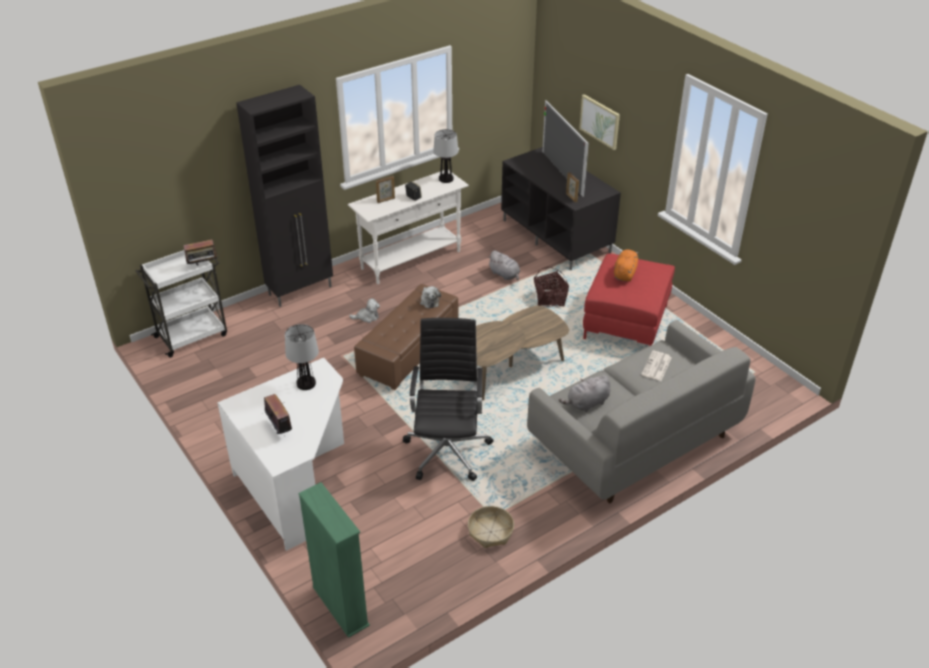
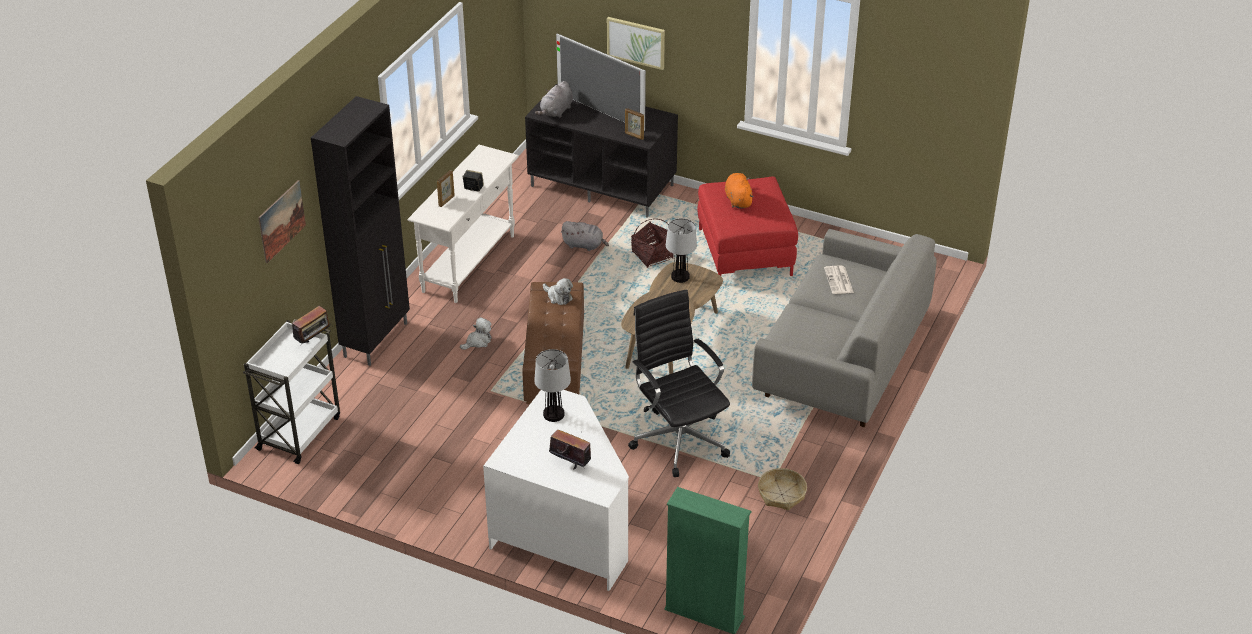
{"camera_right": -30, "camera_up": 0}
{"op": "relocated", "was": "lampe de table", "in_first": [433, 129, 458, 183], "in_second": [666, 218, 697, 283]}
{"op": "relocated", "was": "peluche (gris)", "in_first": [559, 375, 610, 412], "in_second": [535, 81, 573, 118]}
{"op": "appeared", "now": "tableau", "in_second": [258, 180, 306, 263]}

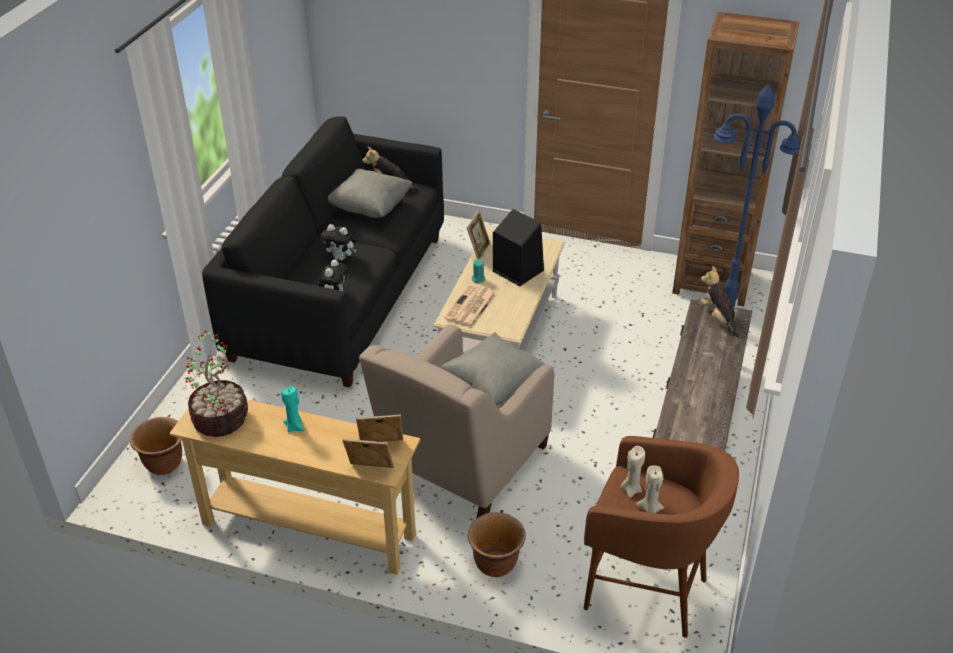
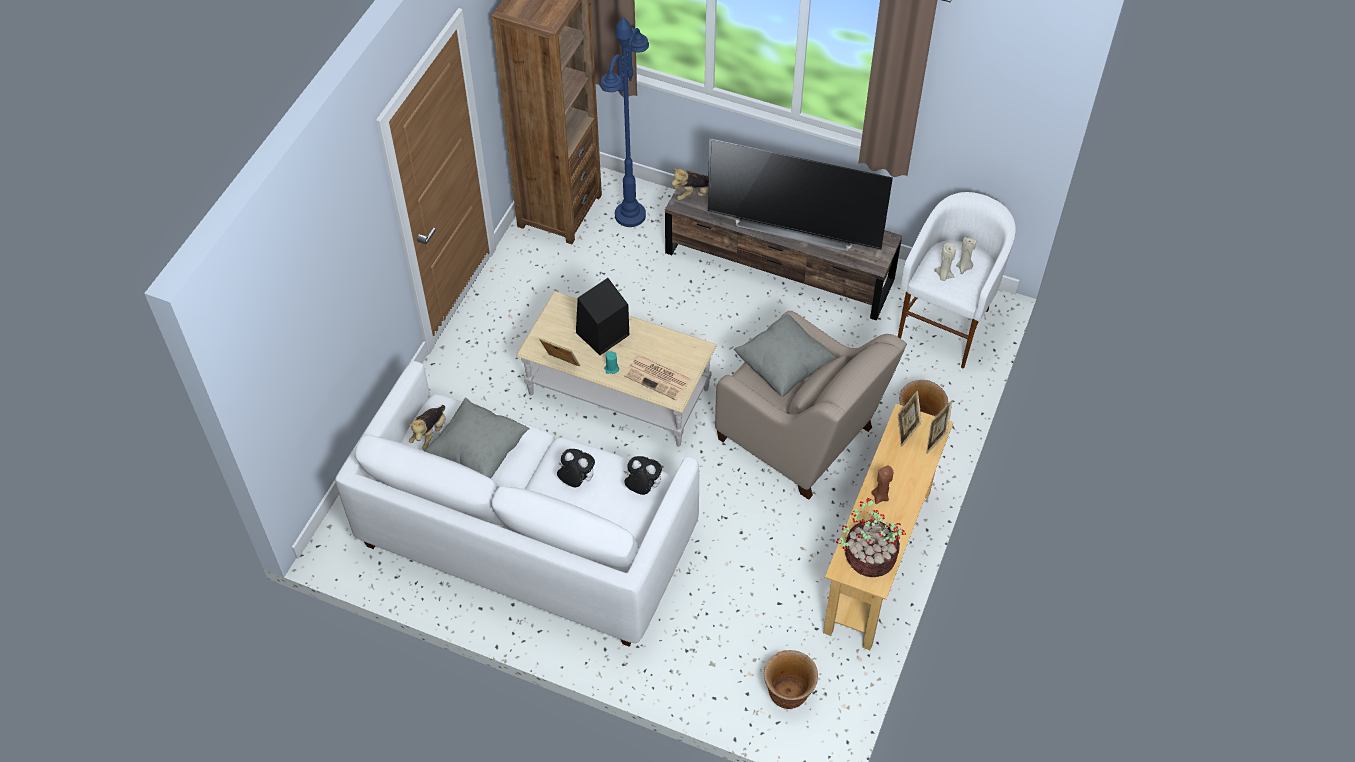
{"camera_right": -85, "camera_up": 15}
{"op": "colour", "was": "canapé (noir)", "now": "canapé (blanc)", "in_first": [202, 116, 444, 388], "in_second": [335, 361, 699, 647]}
{"op": "spun", "was": "peluche", "in_first": [321, 224, 356, 261], "in_second": [557, 449, 595, 487], "clockwise": -90}
{"op": "colour", "was": "bougie (turquoise)", "now": "bougie (marron)", "in_first": [281, 385, 304, 432], "in_second": [871, 465, 893, 504]}
{"op": "colour", "was": "tabouret (marron)", "now": "tabouret (blanc)", "in_first": [584, 436, 739, 638], "in_second": [898, 192, 1016, 368]}
{"op": "appeared", "now": "téléviseur", "in_second": [708, 139, 893, 251]}

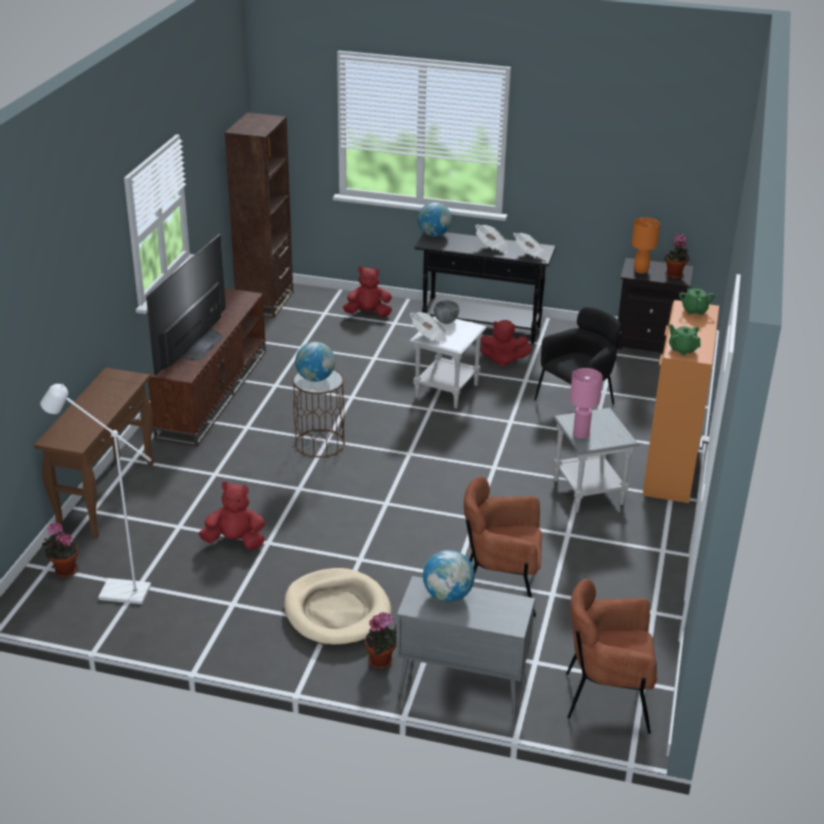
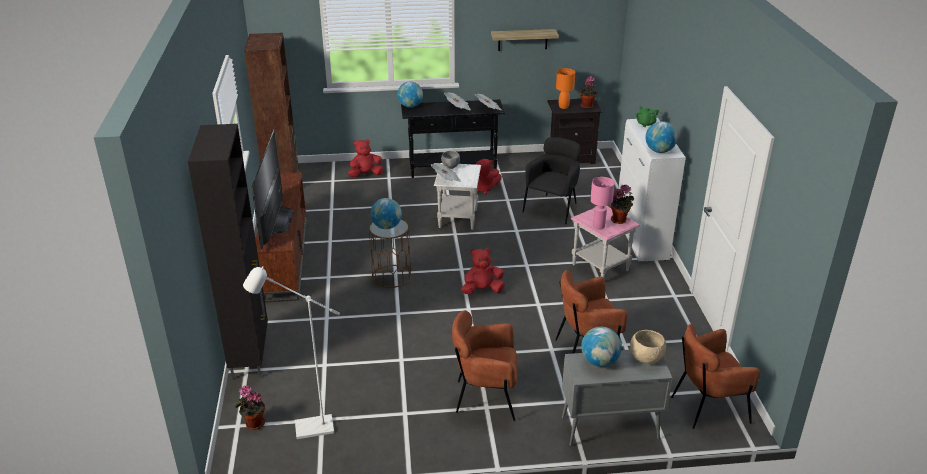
{"camera_right": -20, "camera_up": 0}
{"op": "colour", "was": "meuble de rangement (orange)", "now": "meuble de rangement (blanc)", "in_first": [643, 300, 719, 503], "in_second": [618, 118, 686, 262]}
{"op": "exchanged", "was": "théière (vert)", "now": "globe", "in_first": [669, 324, 701, 356], "in_second": [645, 121, 678, 153]}
{"op": "exchanged", "was": "table console (marron)", "now": "meuble de rangement (noir)", "in_first": [34, 368, 154, 539], "in_second": [188, 124, 268, 379]}
{"op": "colour", "was": "table d'appoint (gris)", "now": "table d'appoint (rose)", "in_first": [553, 408, 639, 513], "in_second": [570, 206, 640, 277]}
{"op": "relocated", "was": "peluche (rouge)", "in_first": [199, 481, 265, 550], "in_second": [461, 248, 505, 295]}
{"op": "exchanged", "was": "panier pour chien (beige)", "now": "fauteuil (marron)", "in_first": [284, 568, 391, 646], "in_second": [452, 311, 517, 421]}
{"op": "relocated", "was": "plante en pot", "in_first": [365, 612, 397, 669], "in_second": [611, 185, 635, 224]}
{"op": "appeared", "now": "étagère", "in_second": [491, 29, 559, 51]}
{"op": "appeared", "now": "bol (beige)", "in_second": [630, 330, 666, 364]}

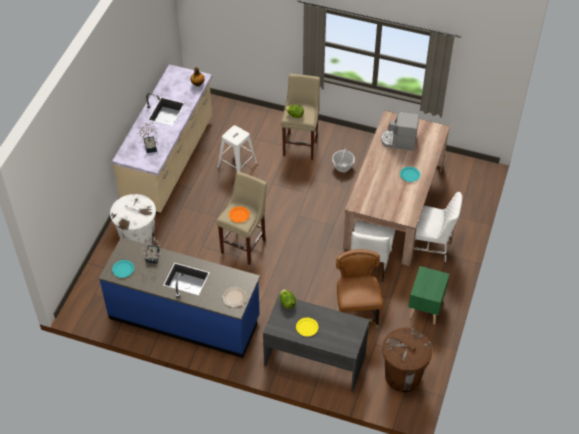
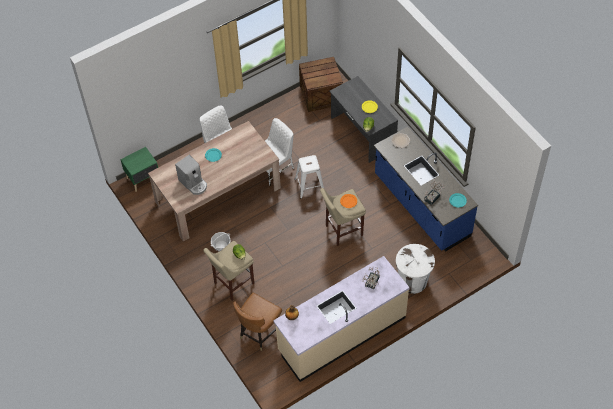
{"camera_right": -140, "camera_up": 5}
{"op": "relocated", "was": "tabouret (blanc)", "in_first": [217, 125, 258, 172], "in_second": [295, 155, 324, 199]}
{"op": "relocated", "was": "chaise (marron)", "in_first": [336, 249, 383, 328], "in_second": [233, 293, 282, 351]}
{"op": "relocated", "was": "table de chevet (vert)", "in_first": [408, 266, 449, 325], "in_second": [121, 147, 158, 192]}
{"op": "exchanged", "was": "poubelle (marron)", "now": "caisse", "in_first": [382, 328, 433, 392], "in_second": [299, 57, 343, 112]}

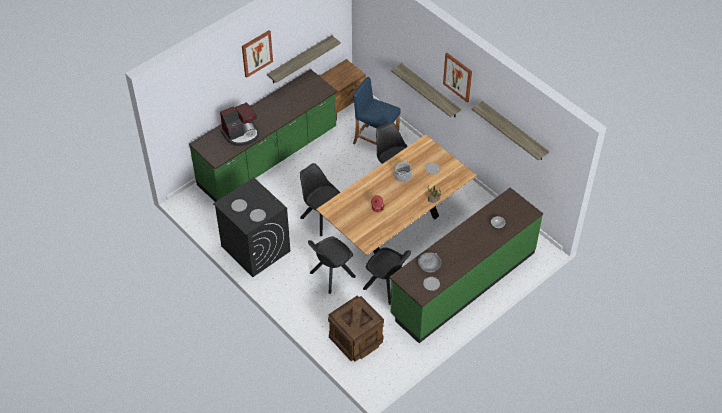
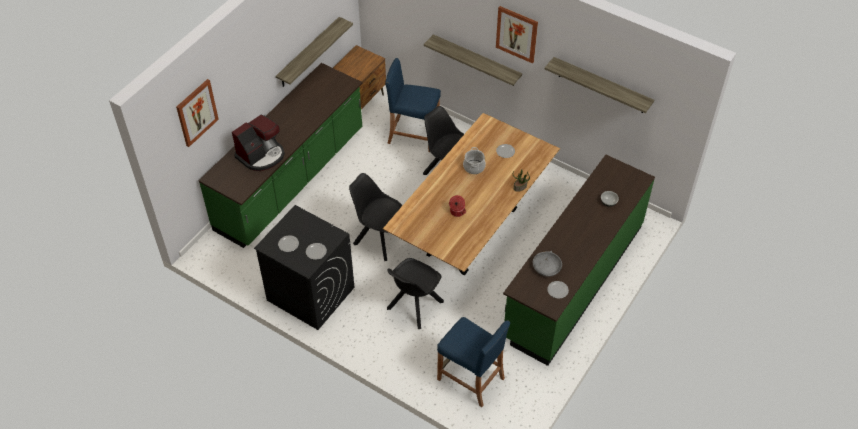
{"camera_right": -15, "camera_up": 0}
{"op": "relocated", "was": "tableau", "in_first": [242, 30, 273, 78], "in_second": [176, 79, 219, 147]}
{"op": "missing", "was": "chaise (noir)", "in_first": [363, 247, 411, 305]}
{"op": "exchanged", "was": "caisse", "now": "tabouret (bleu)", "in_first": [328, 296, 384, 362], "in_second": [437, 317, 510, 407]}

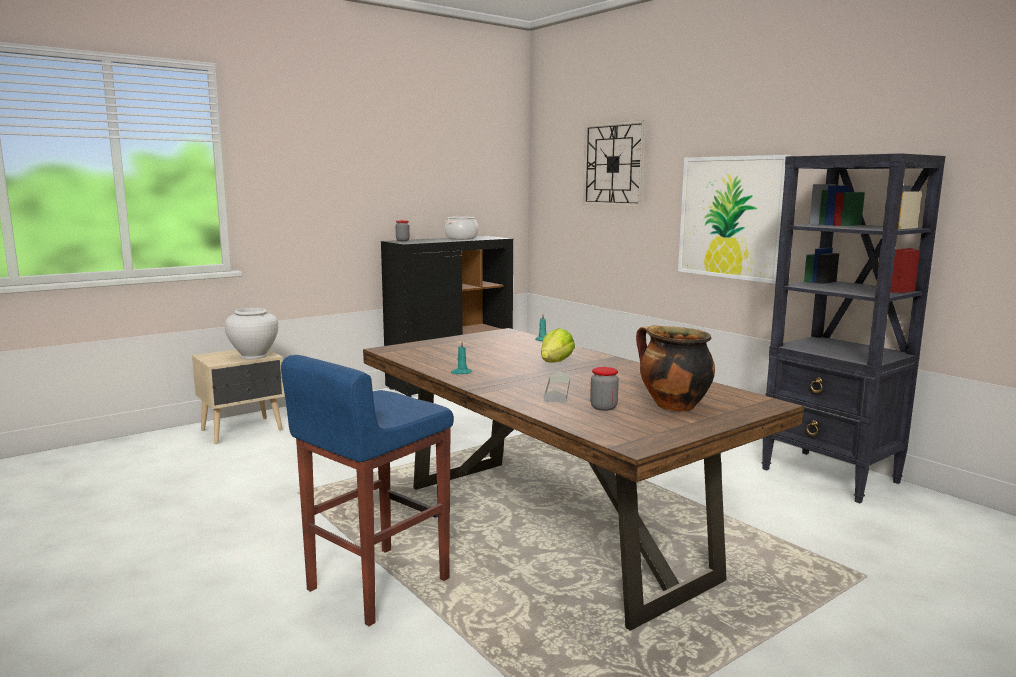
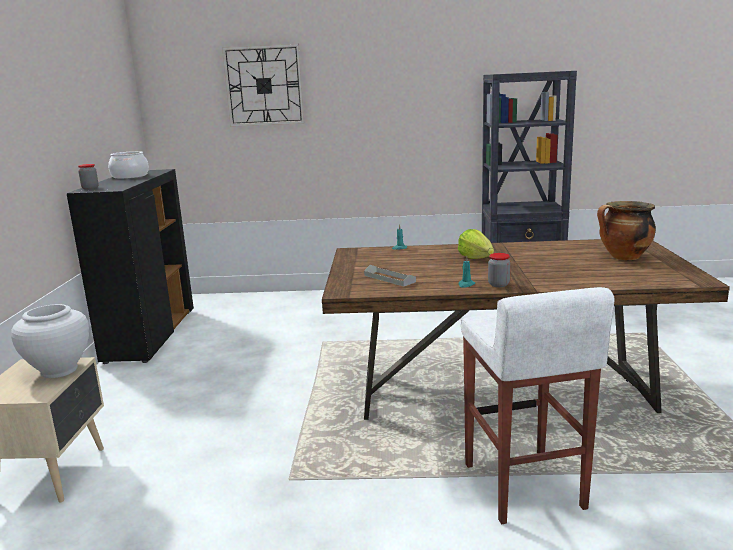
{"camera_right": -50, "camera_up": 5}
{"op": "missing", "was": "tableau", "in_first": [678, 155, 792, 284]}
{"op": "colour", "was": "tabouret (bleu)", "now": "tabouret (blanc)", "in_first": [281, 355, 454, 626], "in_second": [461, 287, 615, 524]}
{"op": "relocated", "was": "bocal", "in_first": [590, 367, 619, 411], "in_second": [488, 253, 510, 287]}
{"op": "relocated", "was": "plateau (gris)", "in_first": [543, 371, 570, 402], "in_second": [364, 265, 416, 287]}

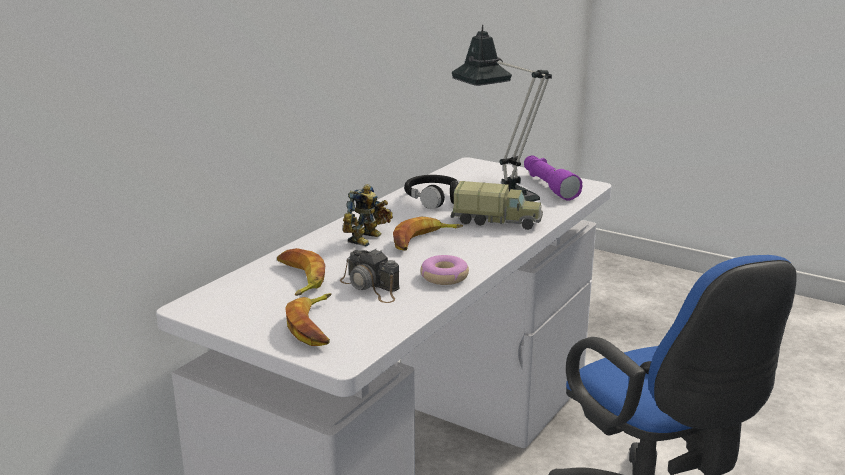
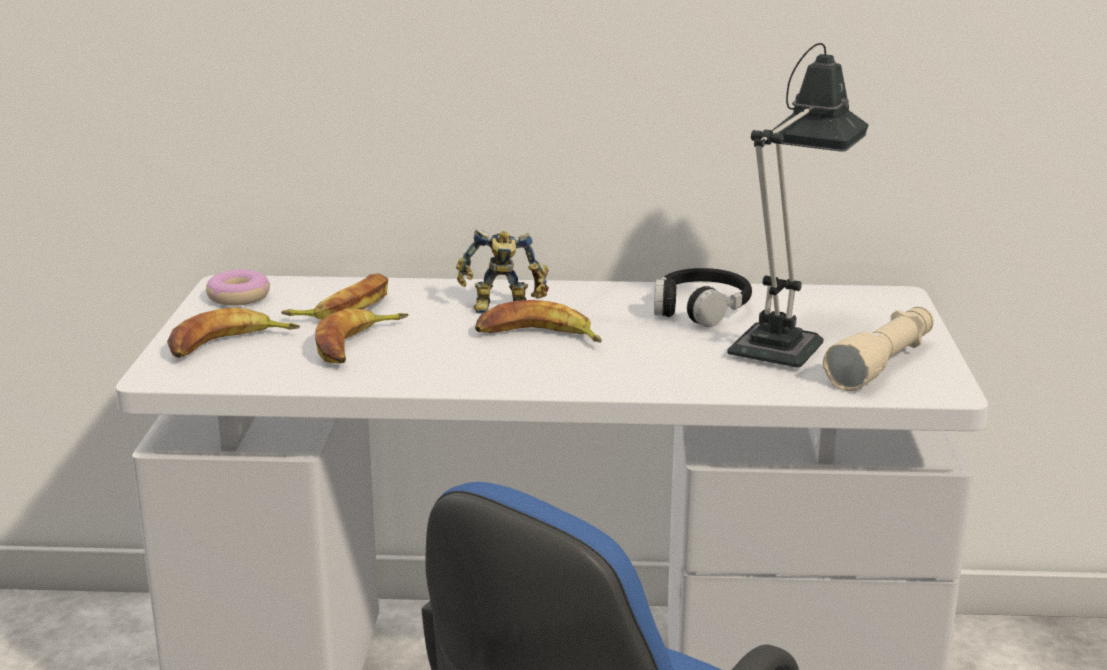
{"camera_right": 60, "camera_up": 0}
{"op": "colour", "was": "lampe de poche (violet)", "now": "lampe de poche (beige)", "in_first": [524, 155, 582, 201], "in_second": [823, 307, 934, 391]}
{"op": "missing", "was": "camion jouet", "in_first": [451, 181, 543, 230]}
{"op": "exchanged", "was": "appareil photo", "now": "banane", "in_first": [340, 249, 400, 303], "in_second": [315, 308, 408, 364]}
{"op": "relocated", "was": "beignet", "in_first": [420, 255, 469, 285], "in_second": [206, 270, 270, 306]}

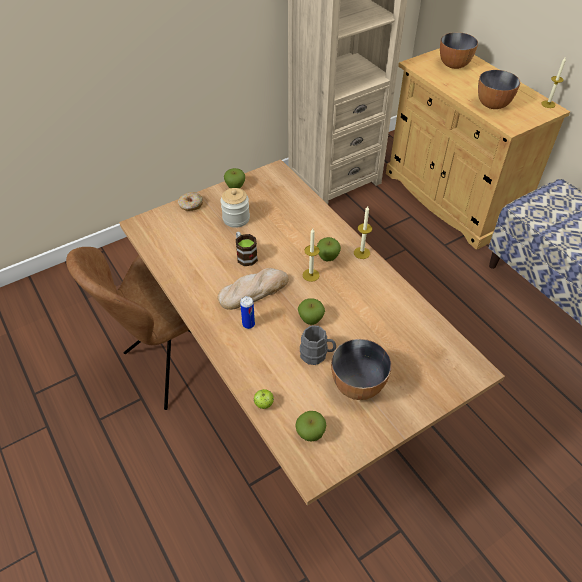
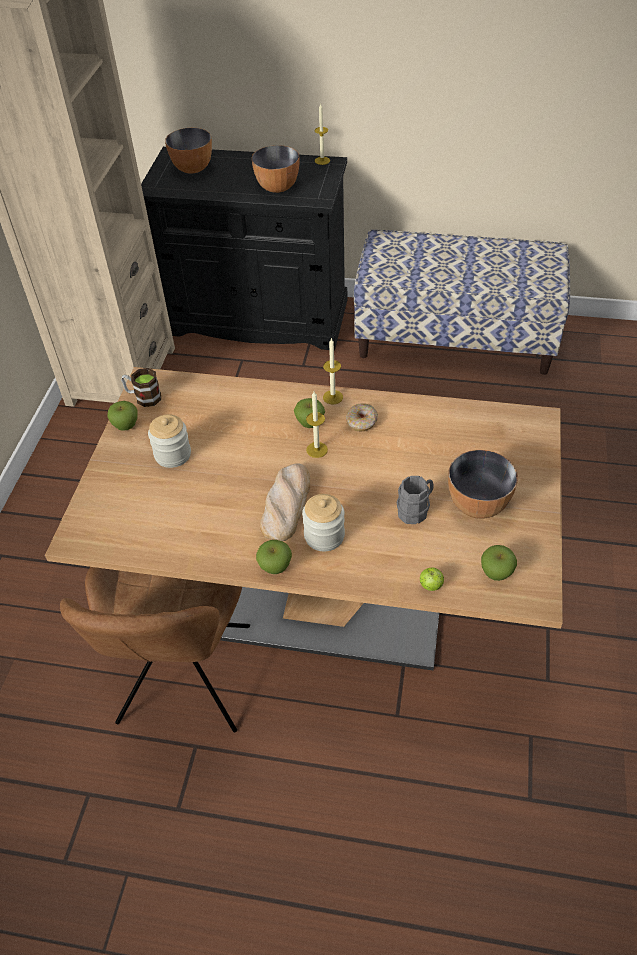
{"camera_right": -45, "camera_up": 0}
{"op": "colour", "was": "meuble de rangement (beige)", "now": "meuble de rangement (noir)", "in_first": [386, 48, 570, 250], "in_second": [141, 147, 347, 351]}
{"op": "relocated", "was": "beignet", "in_first": [178, 192, 203, 211], "in_second": [346, 403, 378, 431]}
{"op": "relocated", "was": "mug", "in_first": [236, 231, 258, 266], "in_second": [121, 368, 161, 407]}
{"op": "exchanged", "was": "boîte métallique", "now": "bocal", "in_first": [240, 296, 255, 329], "in_second": [302, 494, 345, 551]}
{"op": "relocated", "was": "pomme", "in_first": [298, 298, 325, 325], "in_second": [256, 540, 292, 574]}

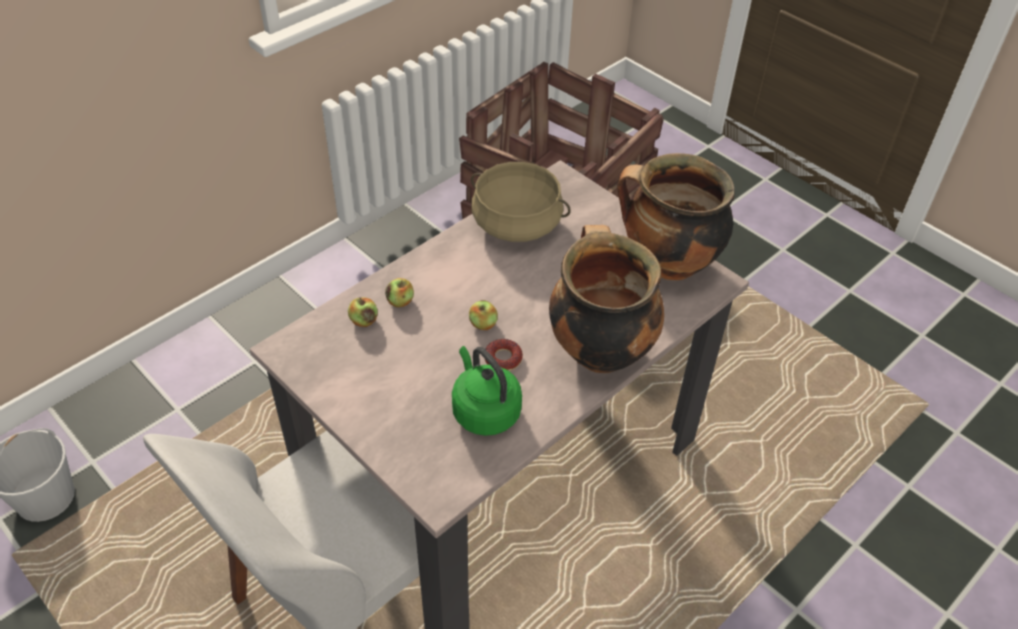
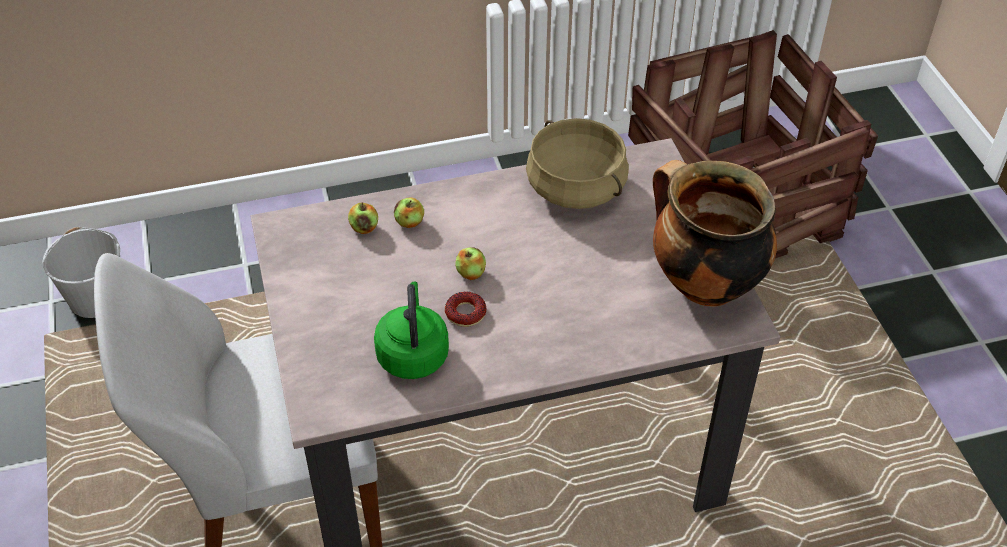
{"camera_right": 30, "camera_up": 0}
{"op": "missing", "was": "marmite", "in_first": [549, 225, 664, 373]}

